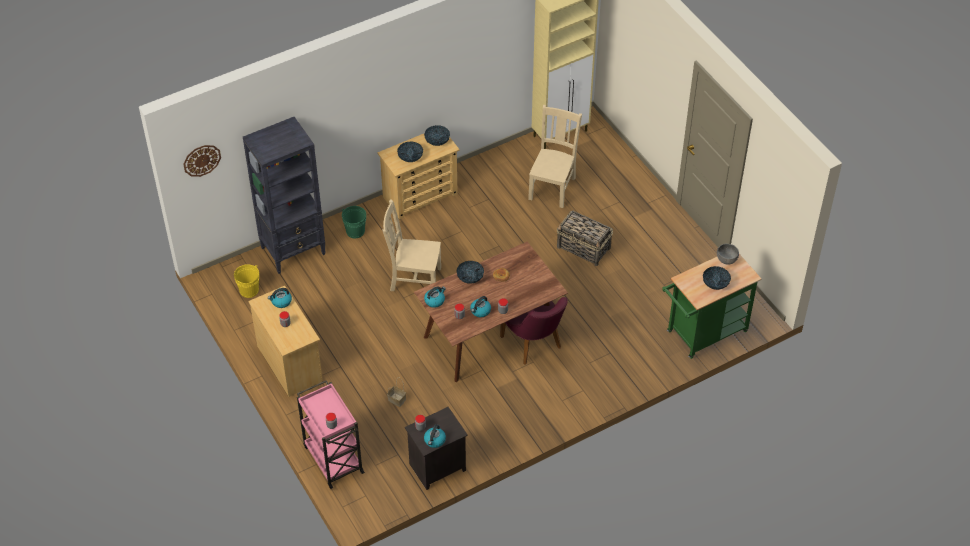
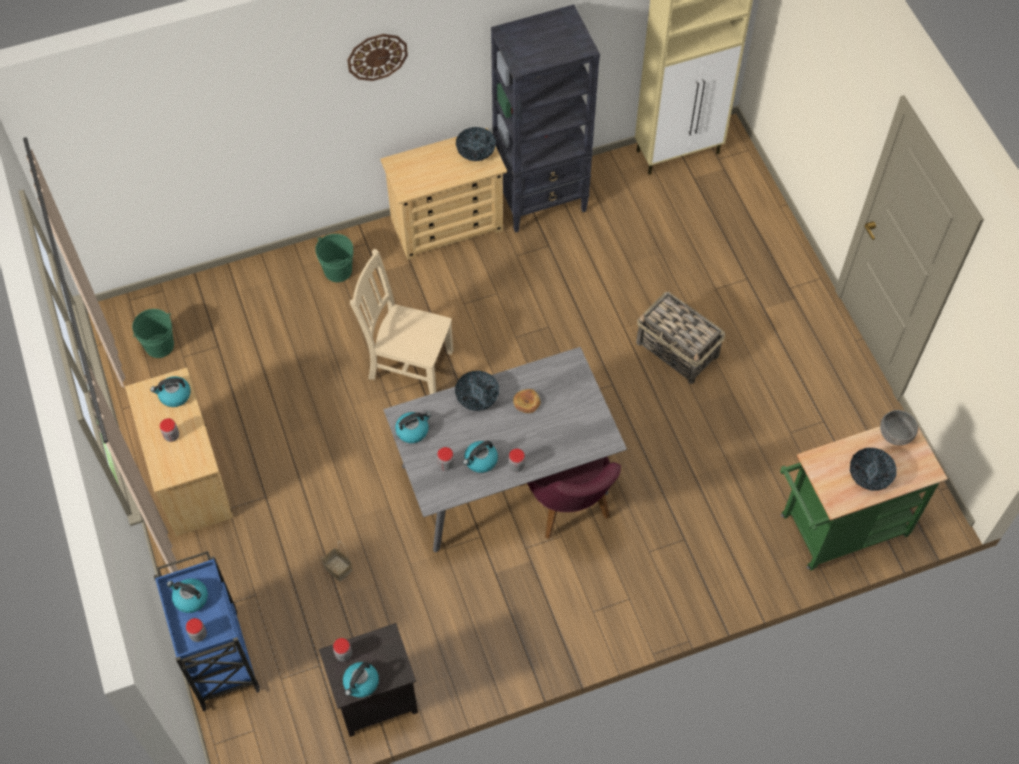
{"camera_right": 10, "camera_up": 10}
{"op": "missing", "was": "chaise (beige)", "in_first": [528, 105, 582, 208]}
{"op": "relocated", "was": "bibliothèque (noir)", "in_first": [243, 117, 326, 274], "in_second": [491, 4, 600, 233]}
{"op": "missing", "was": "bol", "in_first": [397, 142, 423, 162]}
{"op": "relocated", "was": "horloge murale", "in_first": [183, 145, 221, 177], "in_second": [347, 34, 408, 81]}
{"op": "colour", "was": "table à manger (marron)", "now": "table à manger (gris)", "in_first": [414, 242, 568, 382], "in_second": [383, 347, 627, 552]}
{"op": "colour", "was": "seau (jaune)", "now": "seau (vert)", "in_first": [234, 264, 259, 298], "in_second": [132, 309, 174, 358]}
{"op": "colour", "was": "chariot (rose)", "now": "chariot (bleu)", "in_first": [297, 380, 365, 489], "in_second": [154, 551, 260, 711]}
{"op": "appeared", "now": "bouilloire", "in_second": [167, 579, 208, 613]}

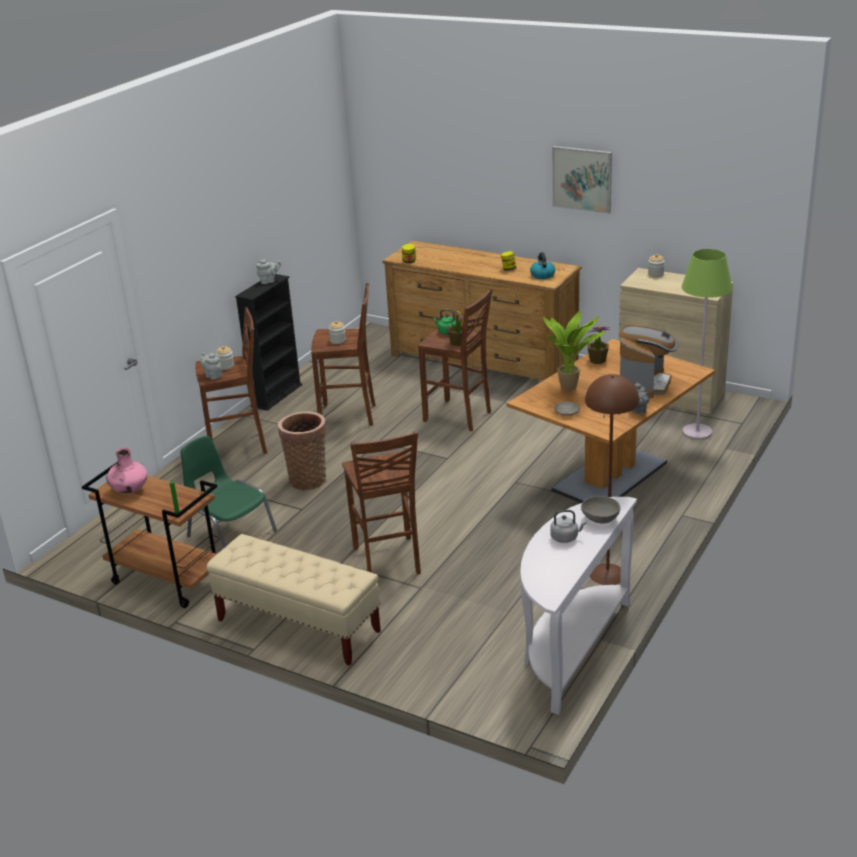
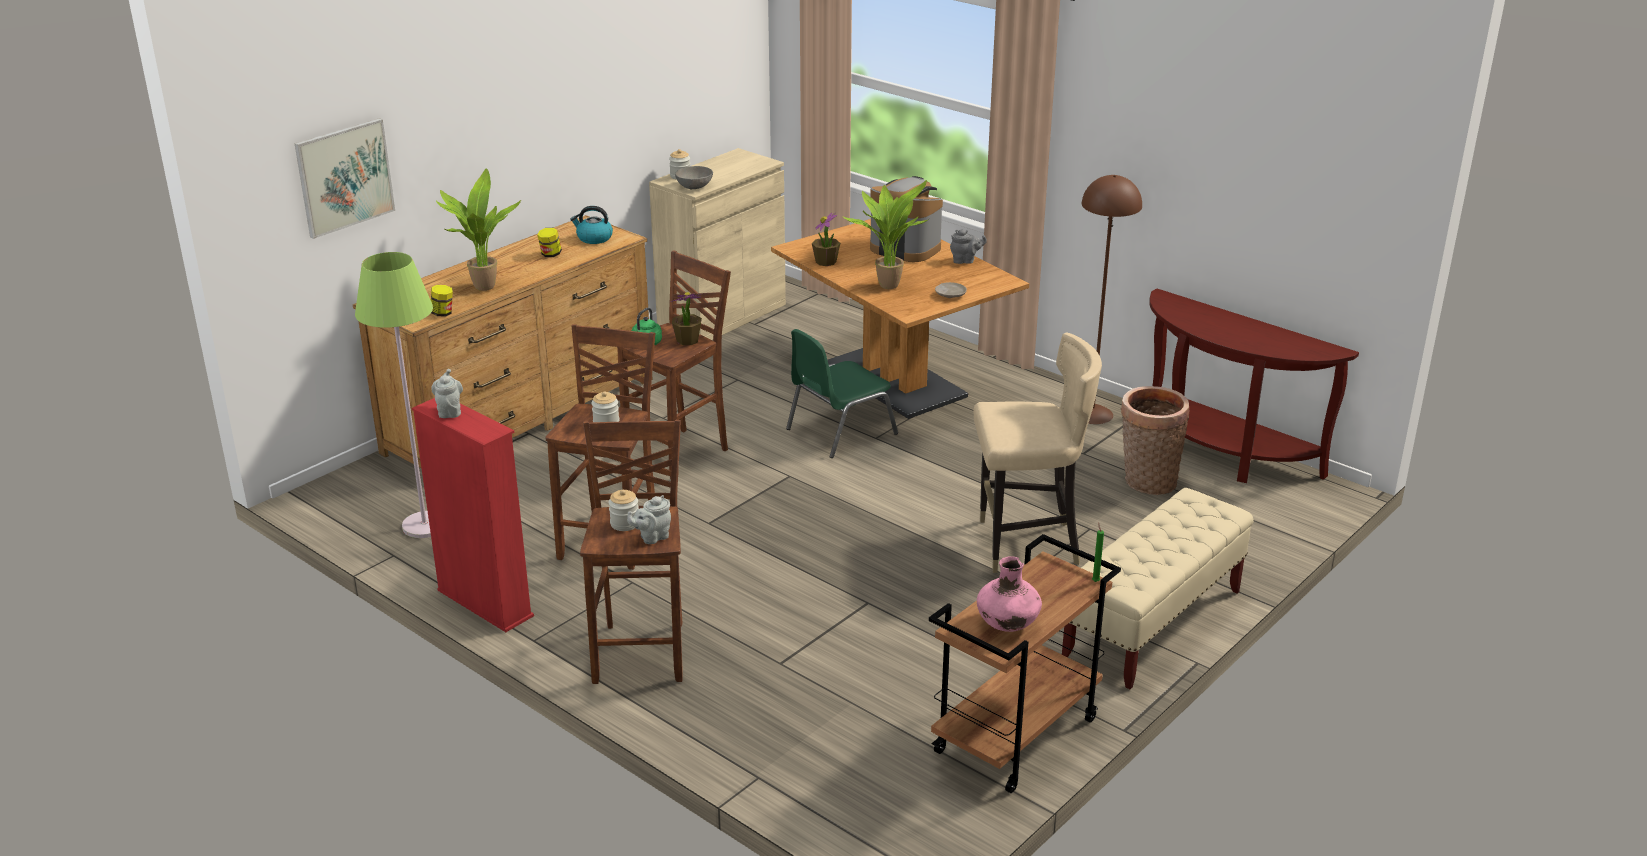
{"camera_right": -80, "camera_up": 0}
{"op": "relocated", "was": "tableau", "in_first": [552, 146, 612, 214], "in_second": [295, 118, 395, 239]}
{"op": "relocated", "was": "lampadaire (vert)", "in_first": [682, 249, 733, 440], "in_second": [355, 252, 433, 538]}
{"op": "colour", "was": "bibliothèque (noir)", "now": "bibliothèque (rouge)", "in_first": [235, 274, 302, 411], "in_second": [412, 398, 534, 632]}
{"op": "relocated", "was": "panier", "in_first": [278, 411, 326, 490], "in_second": [1121, 386, 1189, 495]}
{"op": "exchanged", "was": "tabouret (marron)", "now": "chaise (beige)", "in_first": [342, 431, 421, 575], "in_second": [974, 332, 1102, 573]}
{"op": "relocated", "was": "chaise (vert)", "in_first": [180, 436, 277, 548], "in_second": [786, 329, 898, 458]}
{"op": "relocated", "was": "bol (gris)", "in_first": [581, 496, 620, 524], "in_second": [675, 166, 713, 189]}
{"op": "colour", "was": "table console (blanc)", "now": "table console (marron)", "in_first": [520, 497, 637, 715], "in_second": [1149, 288, 1359, 483]}
{"op": "missing", "was": "bouilloire (gris)", "in_first": [550, 510, 586, 543]}
{"op": "appeared", "now": "plante en pot", "in_second": [436, 168, 521, 291]}

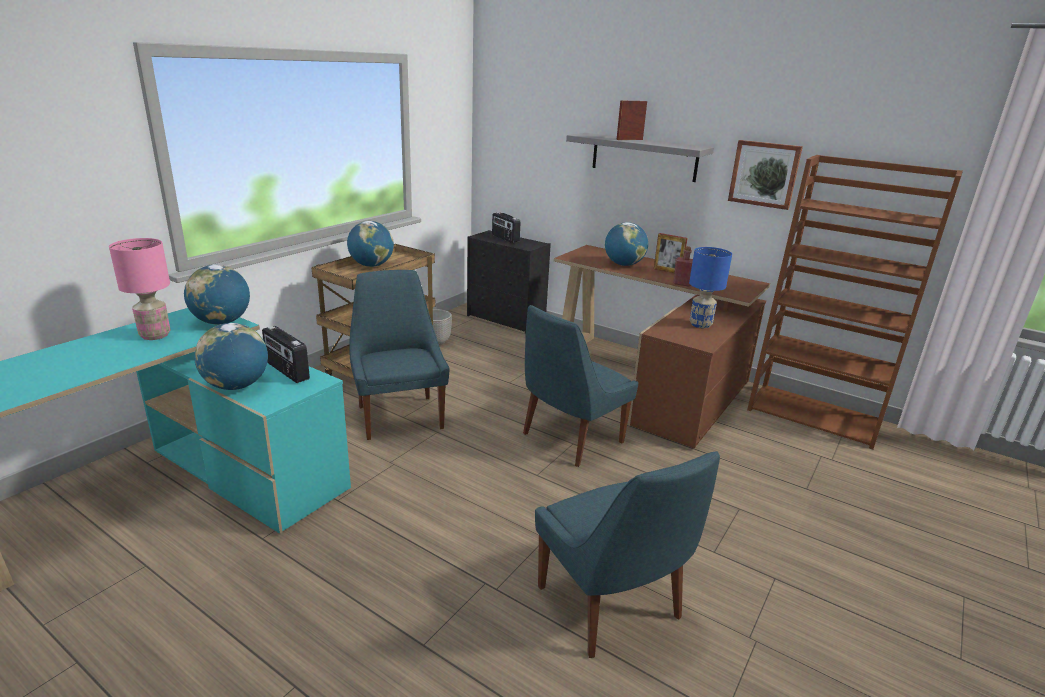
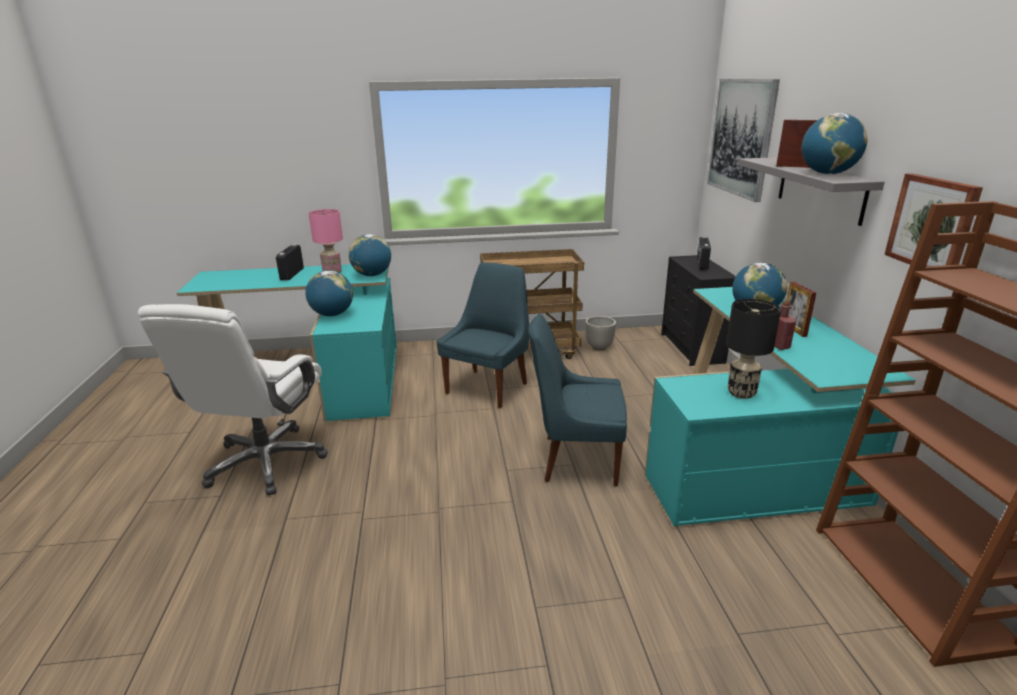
{"camera_right": 50, "camera_up": 0}
{"op": "relocated", "was": "globe", "in_first": [347, 221, 394, 267], "in_second": [802, 113, 867, 174]}
{"op": "colour", "was": "bureau (marron)", "now": "bureau (turquoise)", "in_first": [554, 245, 770, 449], "in_second": [645, 287, 916, 527]}
{"op": "colour", "was": "lampe de table (bleu)", "now": "lampe de table (noir)", "in_first": [689, 247, 732, 328], "in_second": [726, 299, 781, 399]}
{"op": "relocated", "was": "radio", "in_first": [262, 326, 310, 383], "in_second": [276, 245, 304, 280]}
{"op": "missing", "was": "chaise (bleu)", "in_first": [535, 451, 720, 658]}
{"op": "appeared", "now": "tableau", "in_second": [707, 79, 780, 202]}
{"op": "appeared", "now": "chaise de bureau (blanc)", "in_second": [138, 304, 328, 496]}

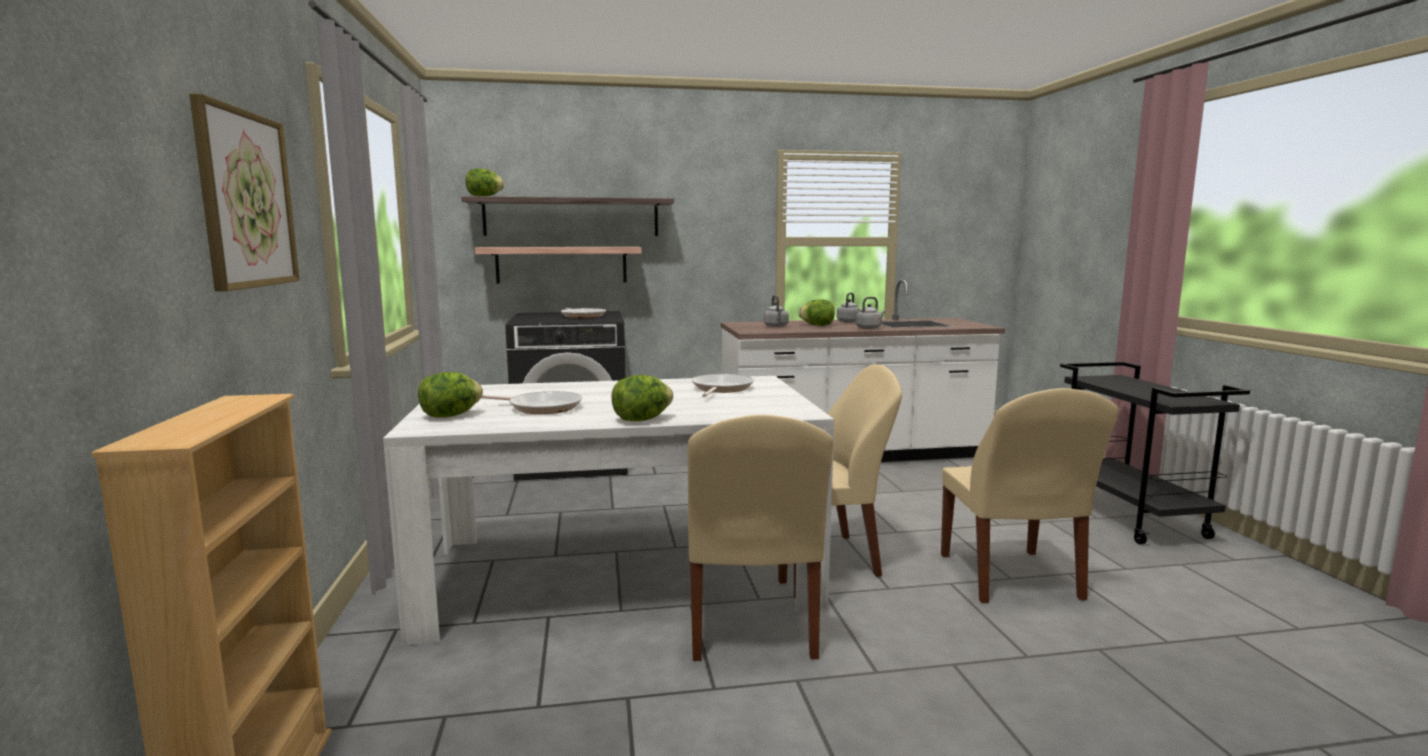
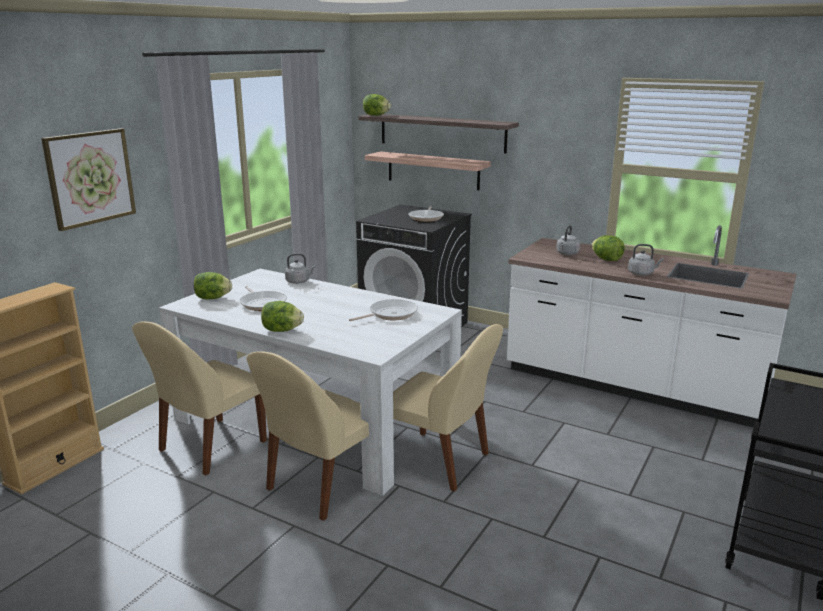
{"camera_right": 40, "camera_up": 10}
{"op": "relocated", "was": "bouilloire (gris)", "in_first": [837, 293, 861, 323], "in_second": [285, 253, 316, 284]}
{"op": "relocated", "was": "chaise (beige)", "in_first": [941, 388, 1118, 603], "in_second": [132, 321, 267, 476]}

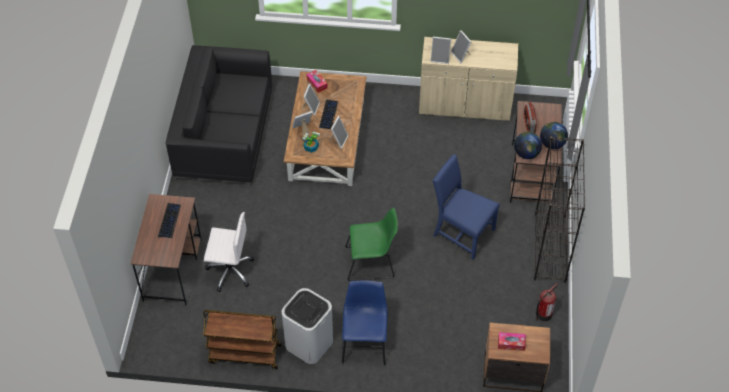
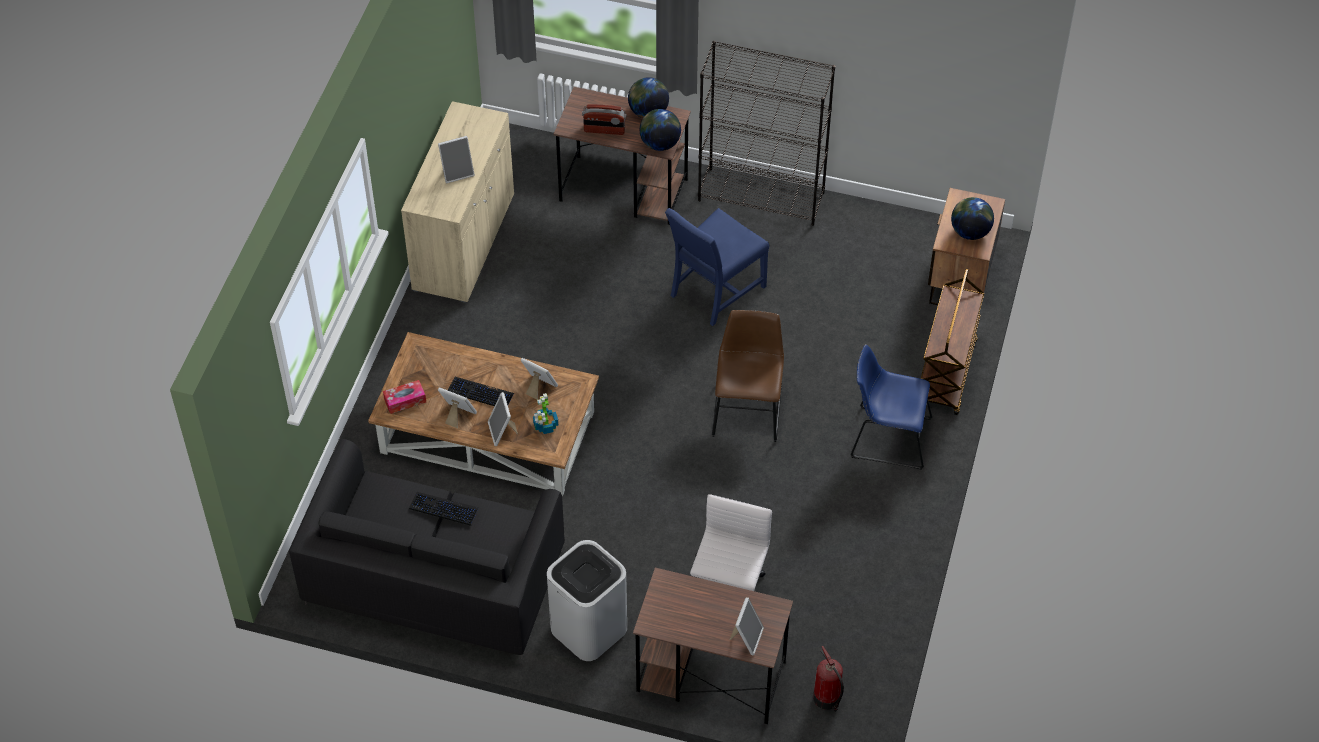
{"camera_right": -80, "camera_up": 0}
{"op": "relocated", "was": "cadre photo", "in_first": [430, 37, 451, 64], "in_second": [730, 597, 764, 655]}
{"op": "relocated", "was": "clavier", "in_first": [158, 203, 181, 238], "in_second": [409, 492, 479, 526]}
{"op": "colour", "was": "chaise (vert)", "now": "chaise (marron)", "in_first": [345, 208, 398, 281], "in_second": [712, 310, 784, 442]}
{"op": "relocated", "was": "extincteur", "in_first": [536, 283, 557, 321], "in_second": [813, 646, 844, 712]}
{"op": "relocated", "was": "poubelle (blanc)", "in_first": [282, 288, 333, 364], "in_second": [547, 540, 627, 661]}
{"op": "relocated", "was": "chariot (marron)", "in_first": [203, 310, 282, 369], "in_second": [920, 268, 984, 415]}
{"op": "exchanged", "was": "boîte à mouchoirs", "now": "globe", "in_first": [498, 332, 526, 351], "in_second": [951, 197, 994, 240]}

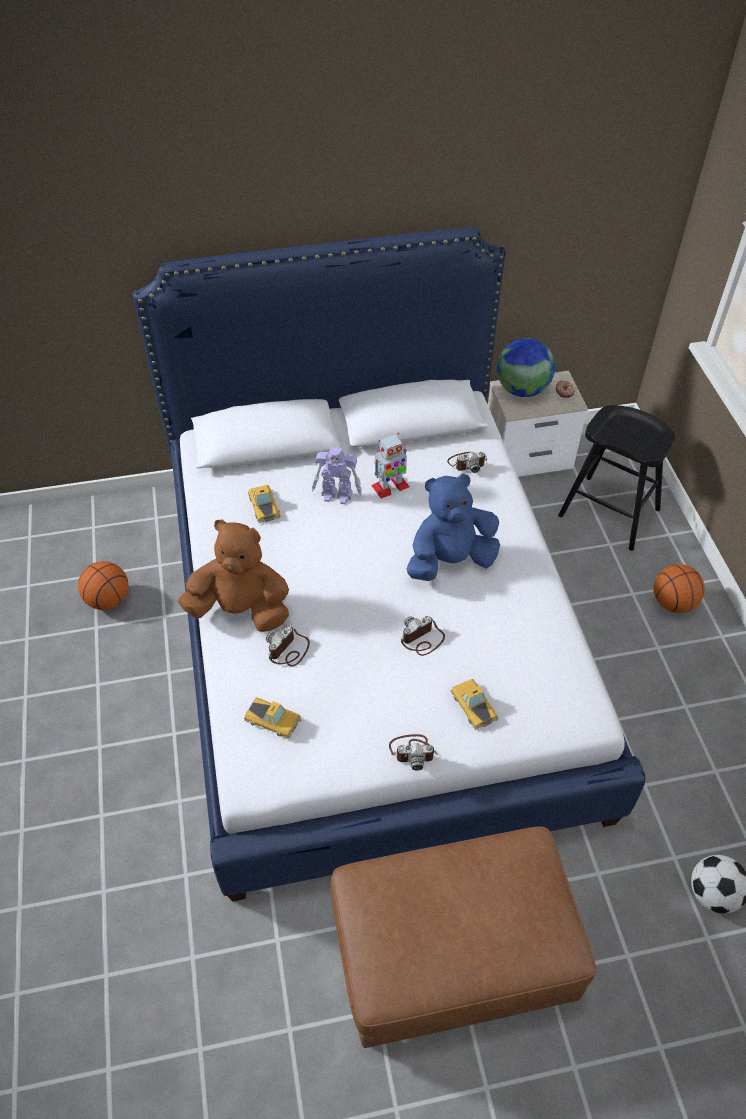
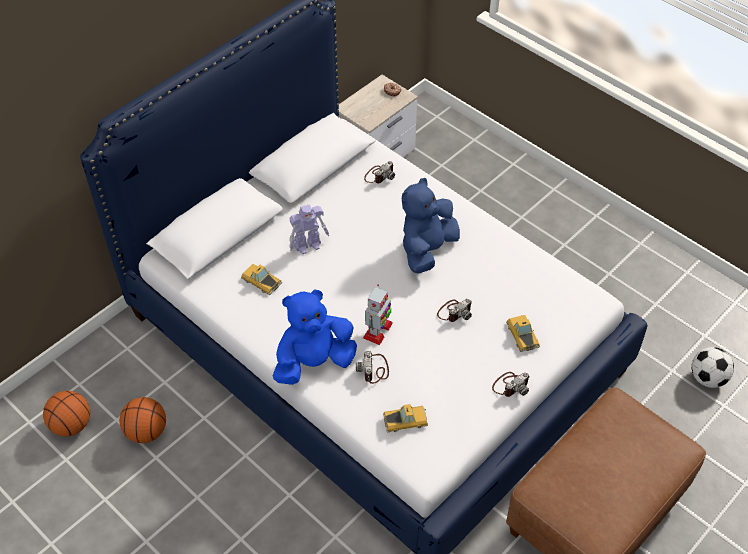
{"camera_right": -35, "camera_up": 0}
{"op": "missing", "was": "globe", "in_first": [497, 338, 555, 397]}
{"op": "missing", "was": "tabouret (noir)", "in_first": [558, 405, 675, 551]}
{"op": "relocated", "was": "robot jouet", "in_first": [372, 433, 410, 499], "in_second": [363, 285, 393, 345]}
{"op": "colour", "was": "peluche (marron)", "now": "peluche (bleu)", "in_first": [178, 520, 289, 632], "in_second": [273, 289, 357, 385]}
{"op": "relocated", "was": "ballon de basket", "in_first": [654, 564, 705, 613], "in_second": [43, 391, 90, 437]}
{"op": "spun", "was": "appareil photo", "in_first": [401, 616, 445, 656], "in_second": [437, 299, 472, 322], "clockwise": -150}
{"op": "spun", "was": "petite voiture", "in_first": [450, 679, 499, 730], "in_second": [506, 315, 540, 352], "clockwise": 45}

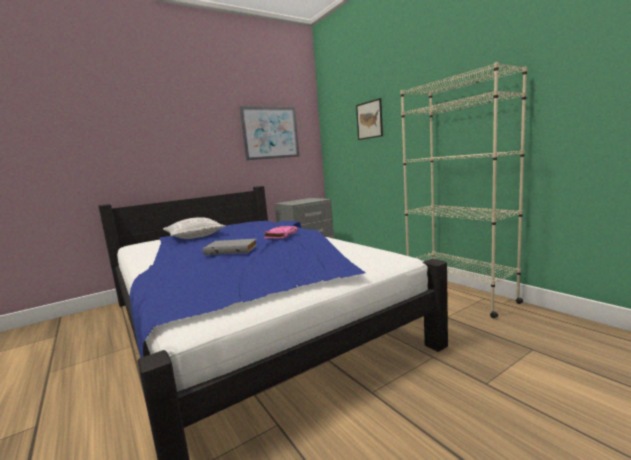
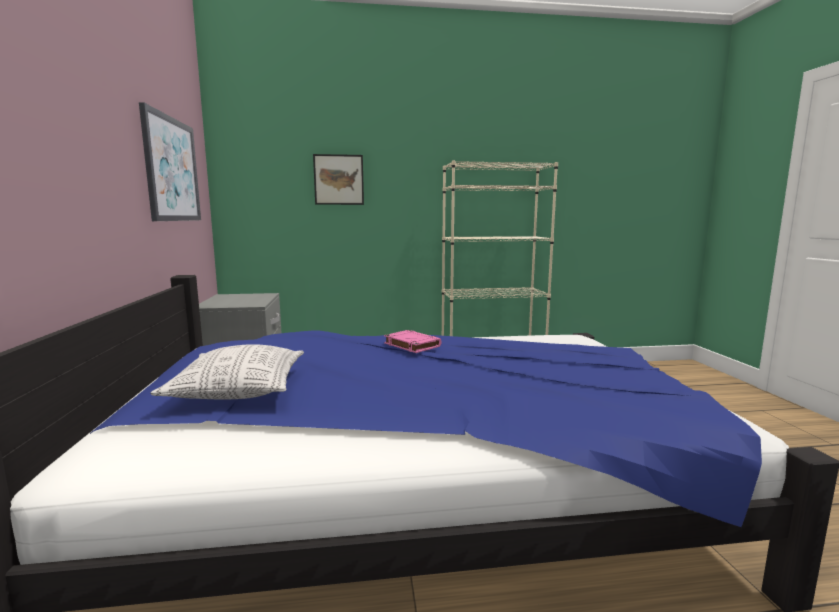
{"camera_right": -65, "camera_up": 0}
{"op": "missing", "was": "livre (gris)", "in_first": [203, 239, 257, 255]}

